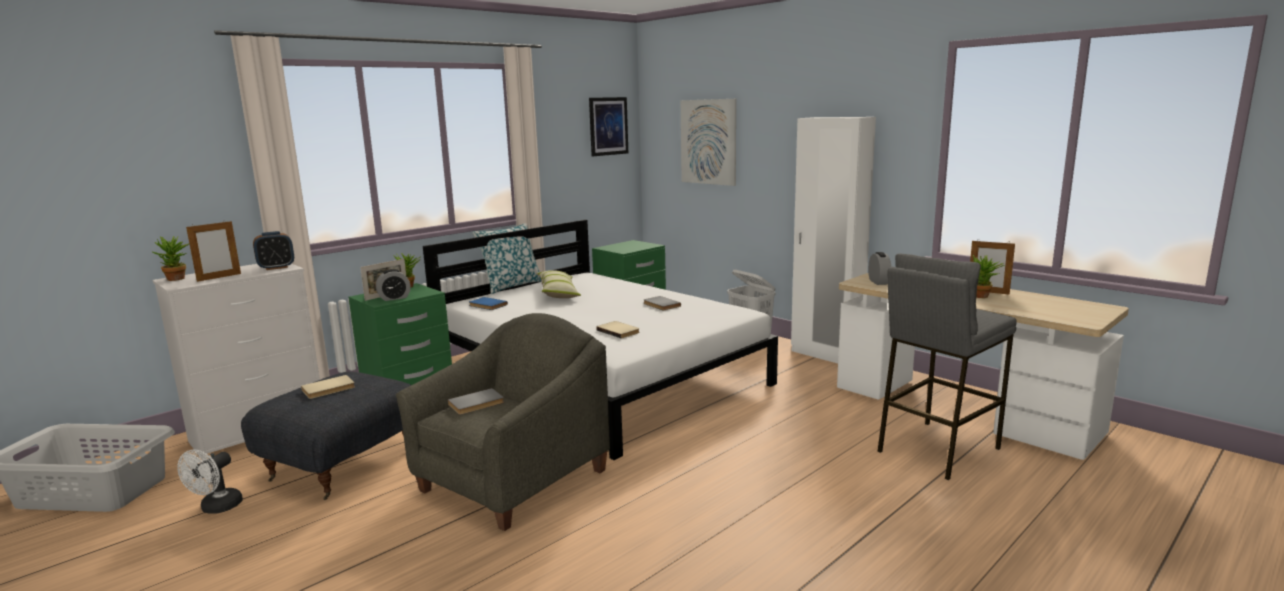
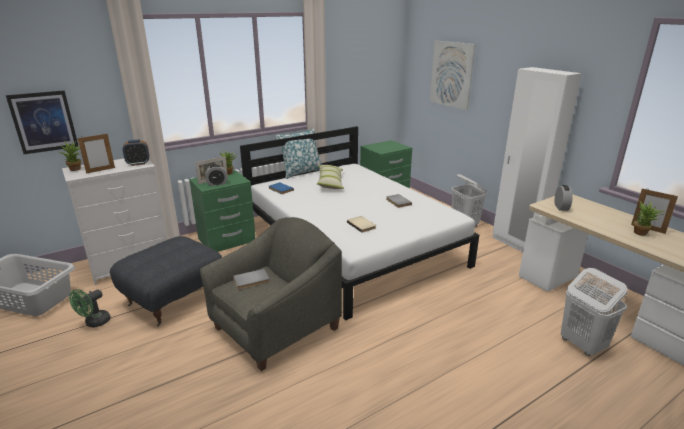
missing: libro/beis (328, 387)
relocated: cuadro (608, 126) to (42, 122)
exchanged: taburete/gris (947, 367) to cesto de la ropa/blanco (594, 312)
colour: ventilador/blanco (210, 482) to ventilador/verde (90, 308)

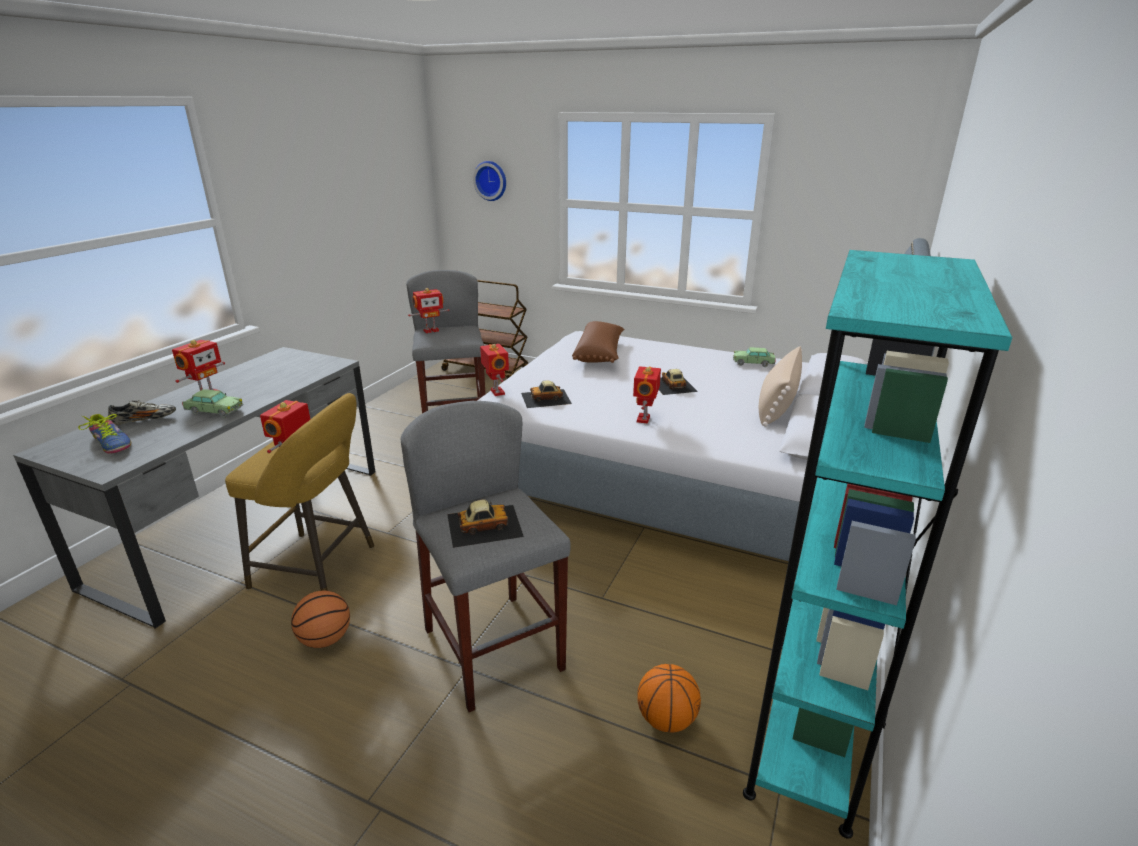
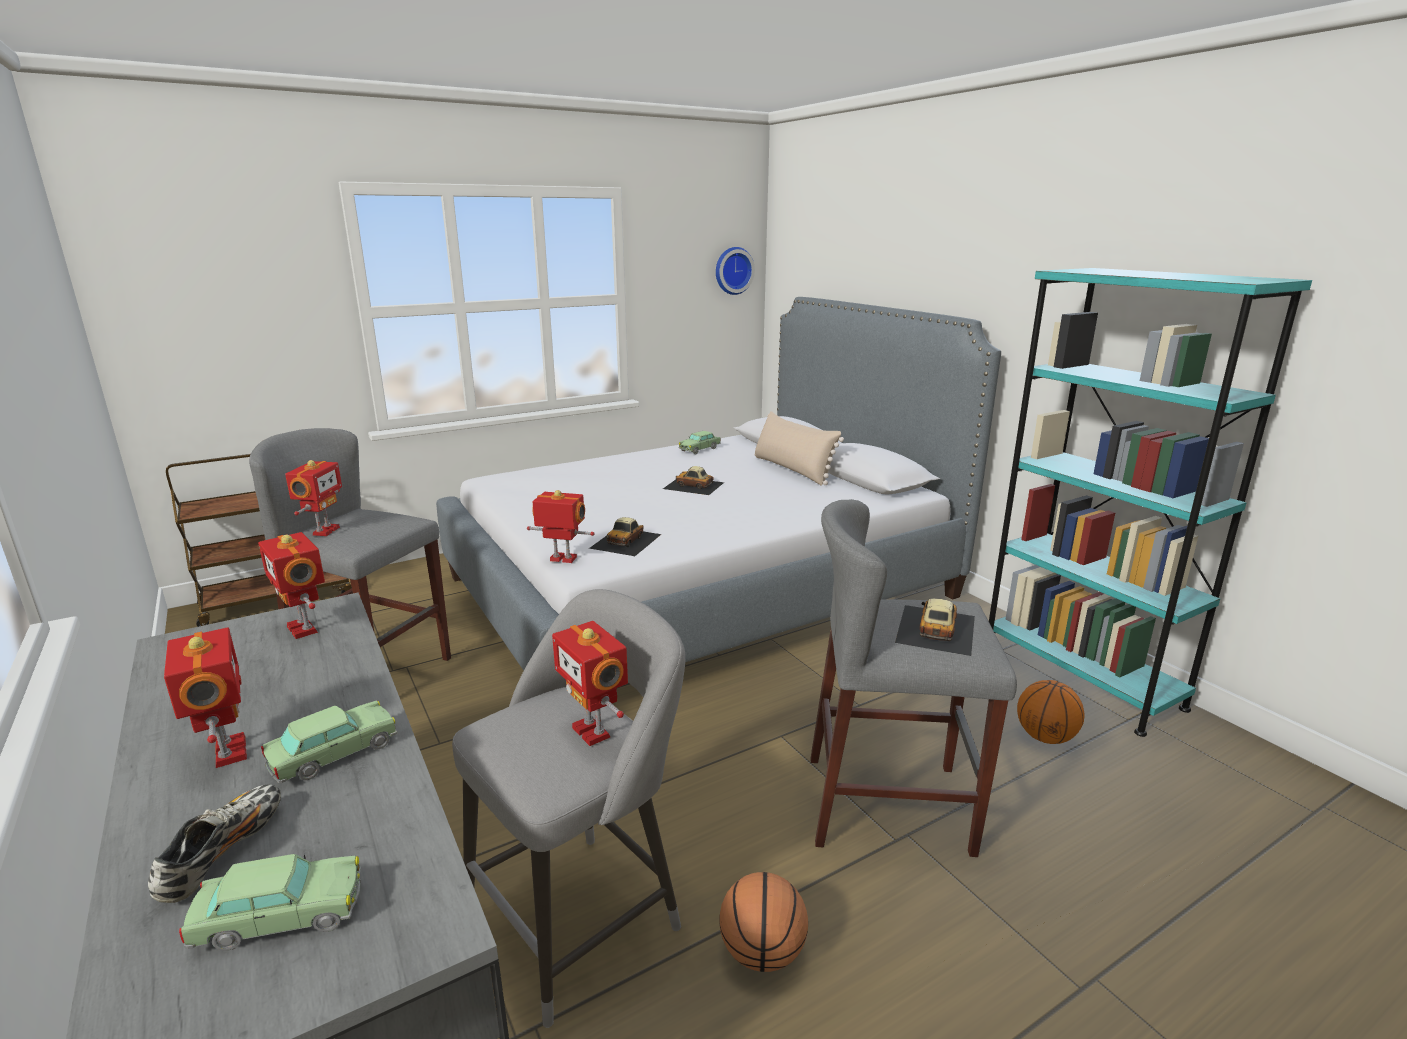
missing: cojín/marrón (598, 342)
relocated: reloj de pared (489, 181) to (735, 271); robot de juguete (647, 395) to (291, 585)
exchanged: zapato (104, 434) to coche de juguete (270, 902)
colour: taburete/amarillo (299, 492) to taburete/gris (568, 808)

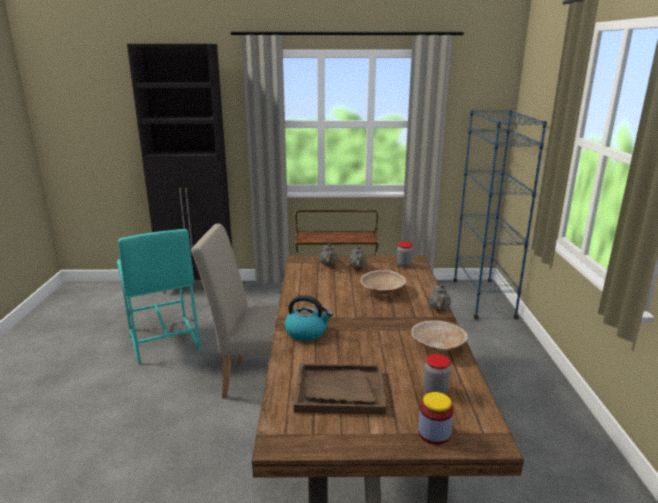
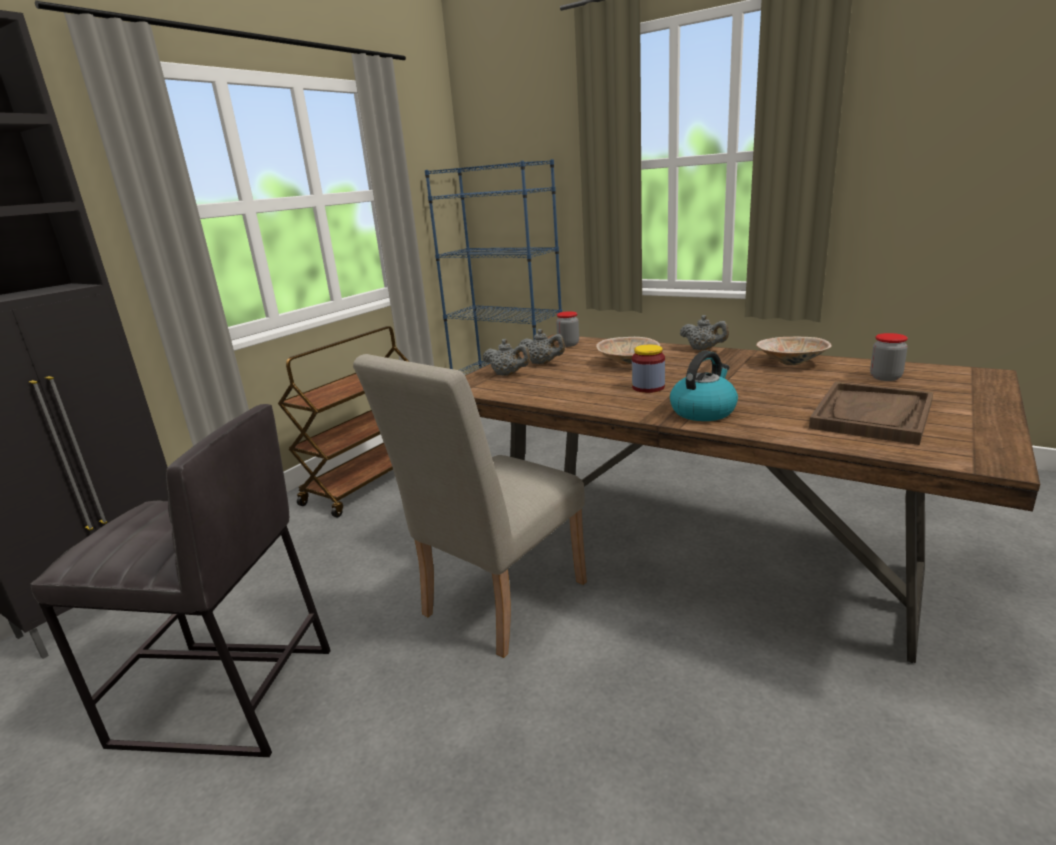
relocated: tarro (435, 418) to (648, 369)
colour: taburete/turquesa (159, 297) to taburete/gris (180, 580)

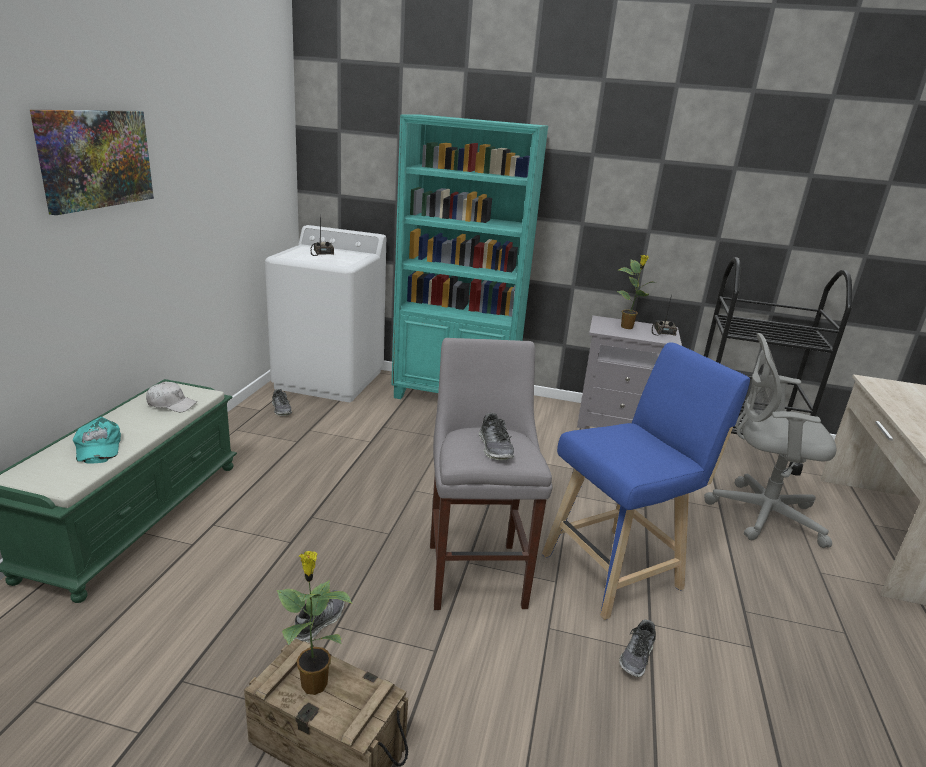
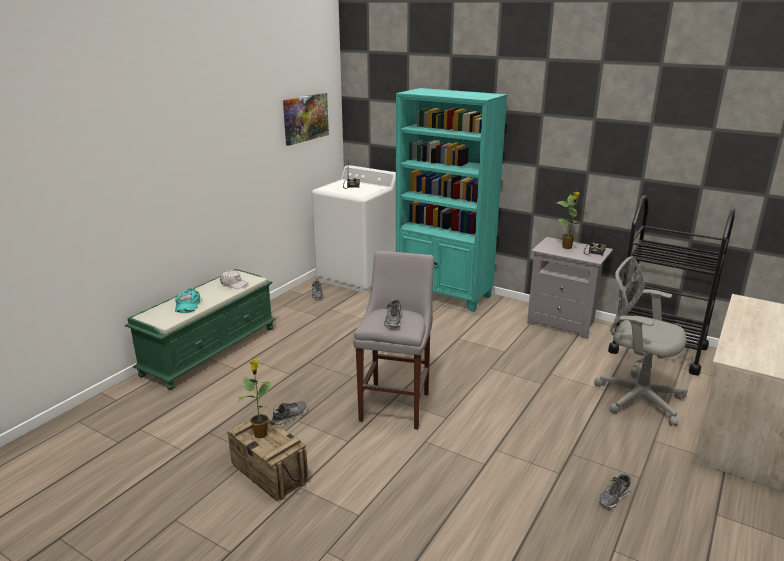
missing: taburete/azul (646, 481)
relocated: cuadro (92, 162) to (306, 119); zapato (637, 648) to (615, 490)

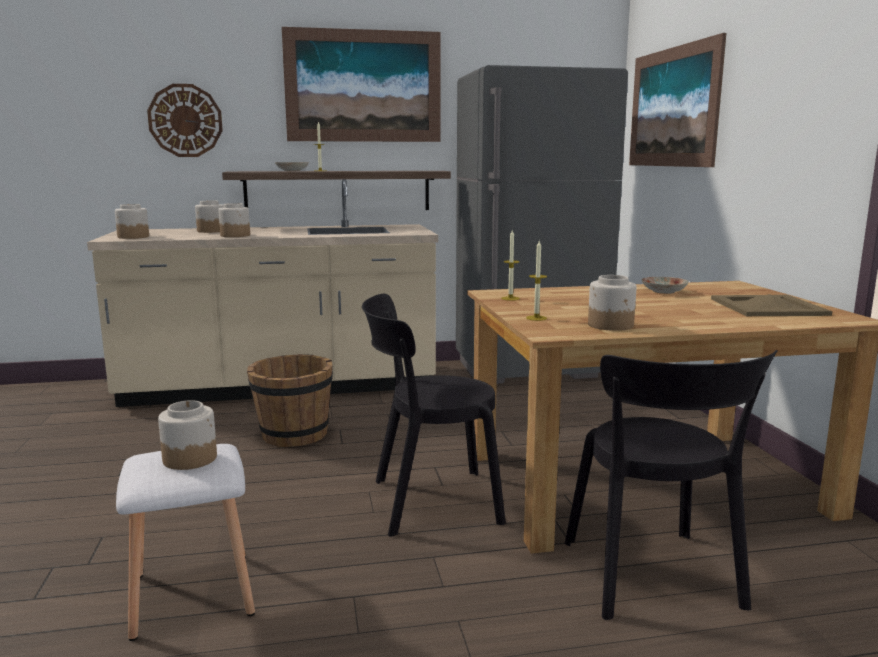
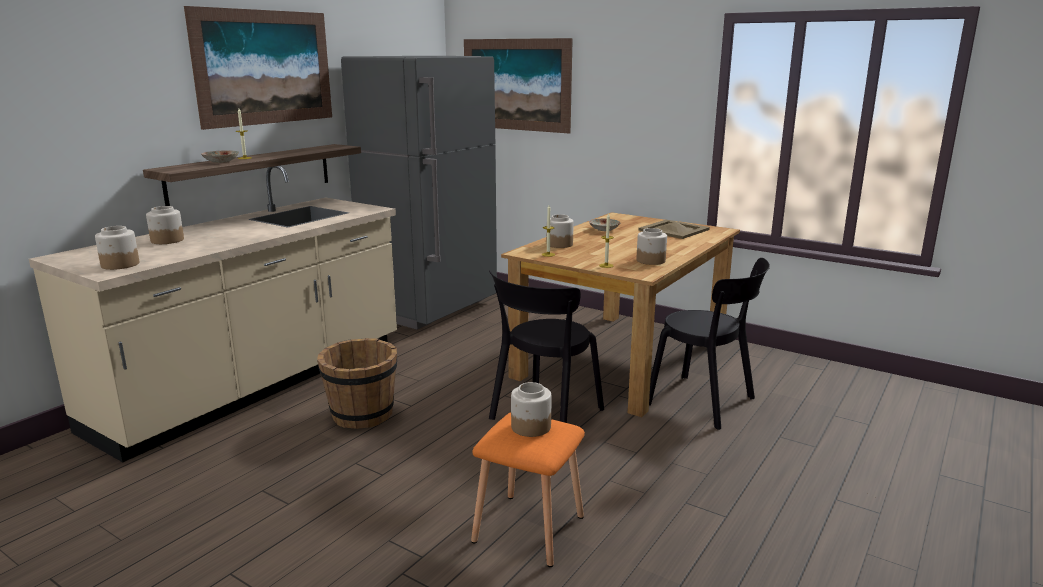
missing: reloj de pared (185, 120)
relocated: tarro (234, 220) to (560, 231)
colour: taburete/blanco (185, 542) to taburete/naranja (528, 489)

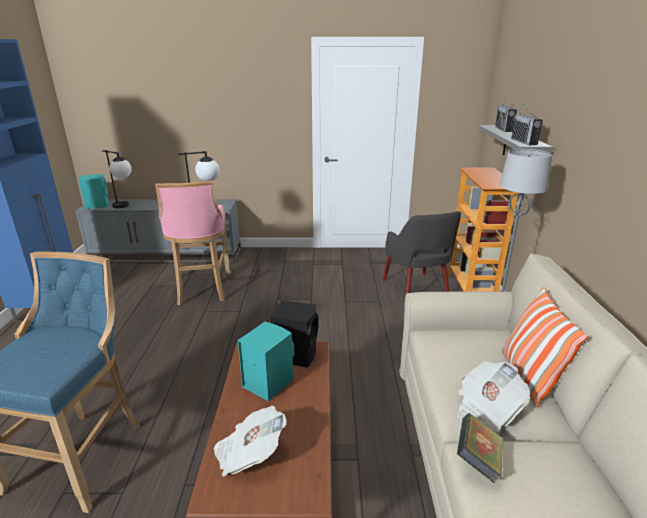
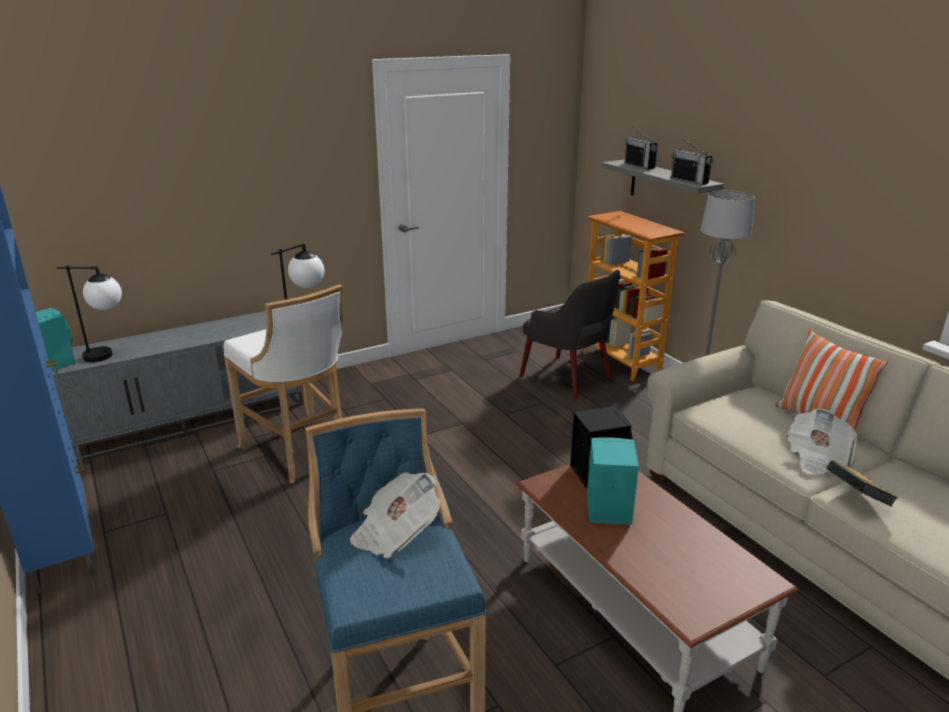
relocated: periódico (250, 441) to (395, 515)
colour: taburete/rosa (193, 243) to taburete/blanco (283, 383)

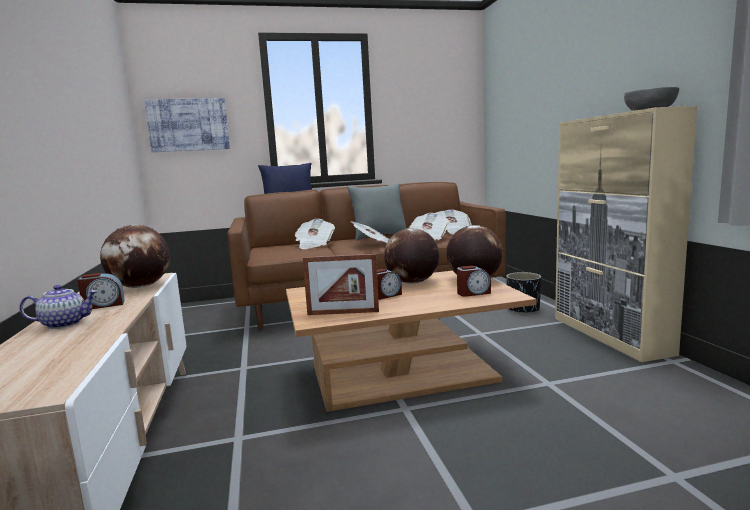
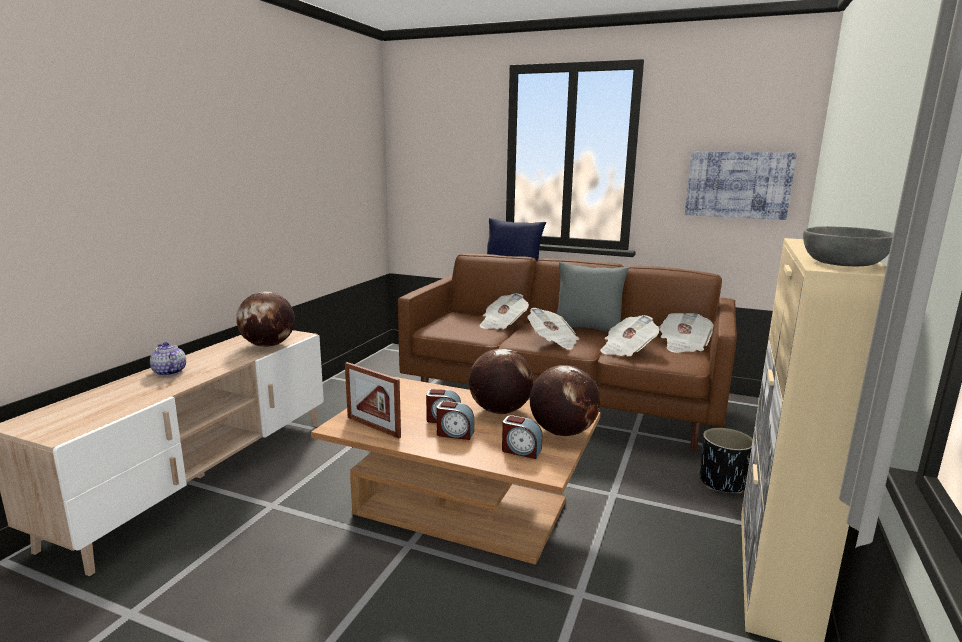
relocated: despertador (101, 291) to (455, 420); cuadro (187, 125) to (741, 186)
spun: tetera (58, 307) = (168, 359) 150 degrees counterclockwise

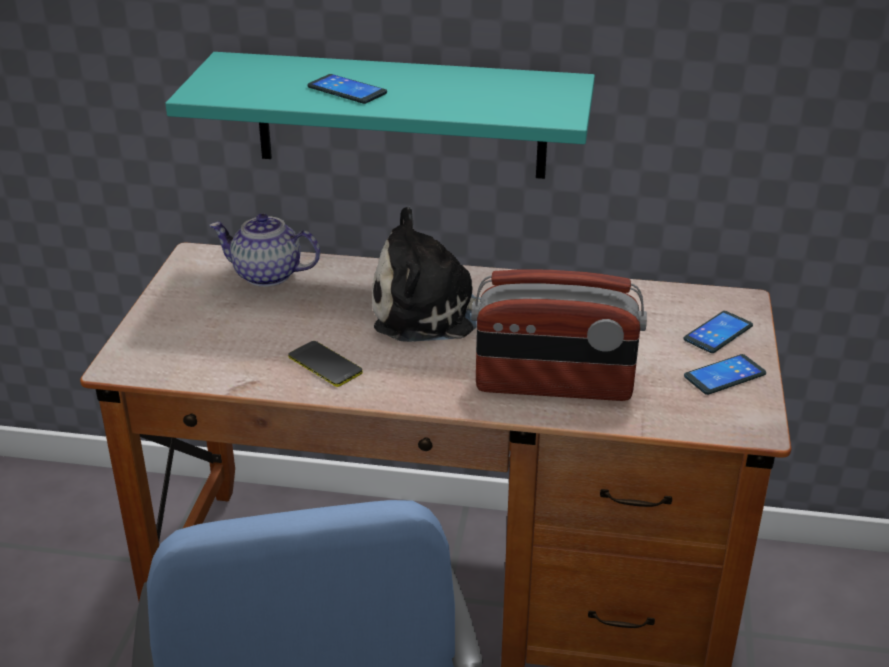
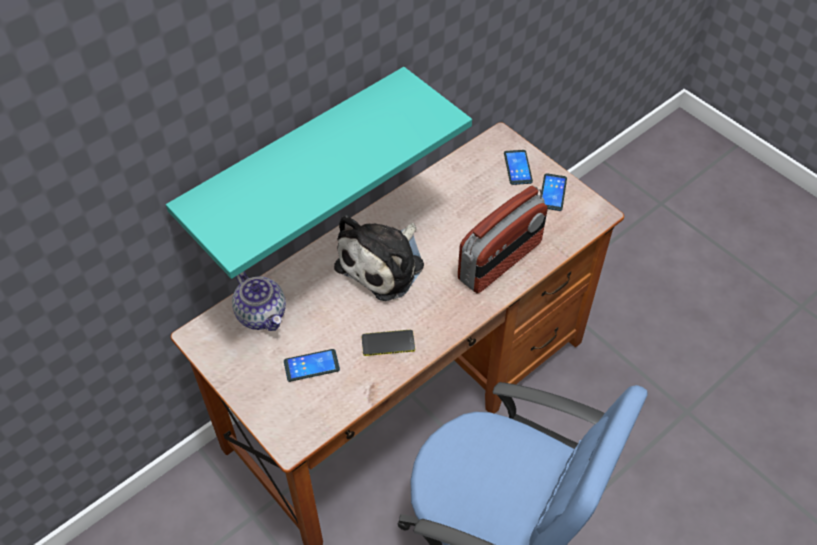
relocated: móvil (347, 89) to (312, 365)
spun: tetera (264, 250) = (259, 301) 90 degrees counterclockwise

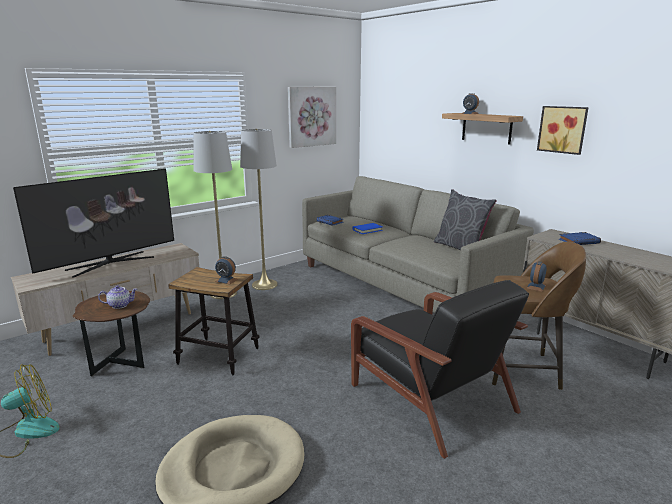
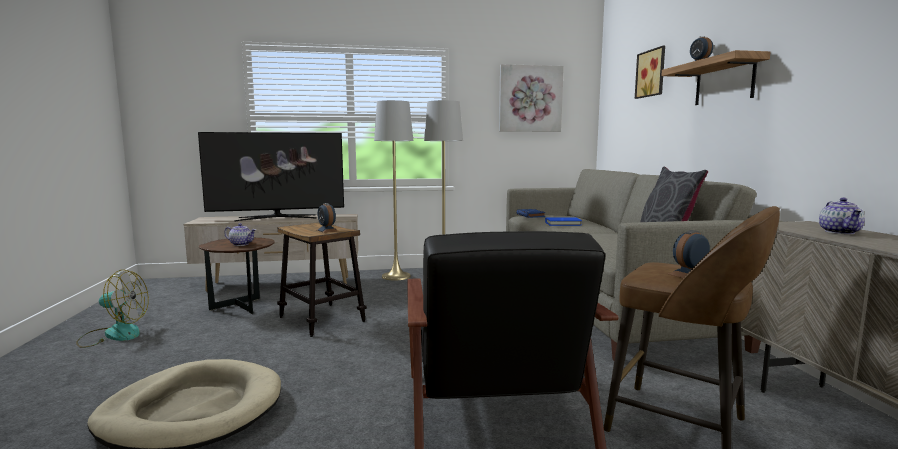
relocated: cuadro (563, 130) to (650, 72)
exchanged: libro/azul (580, 238) to tetera (842, 216)

